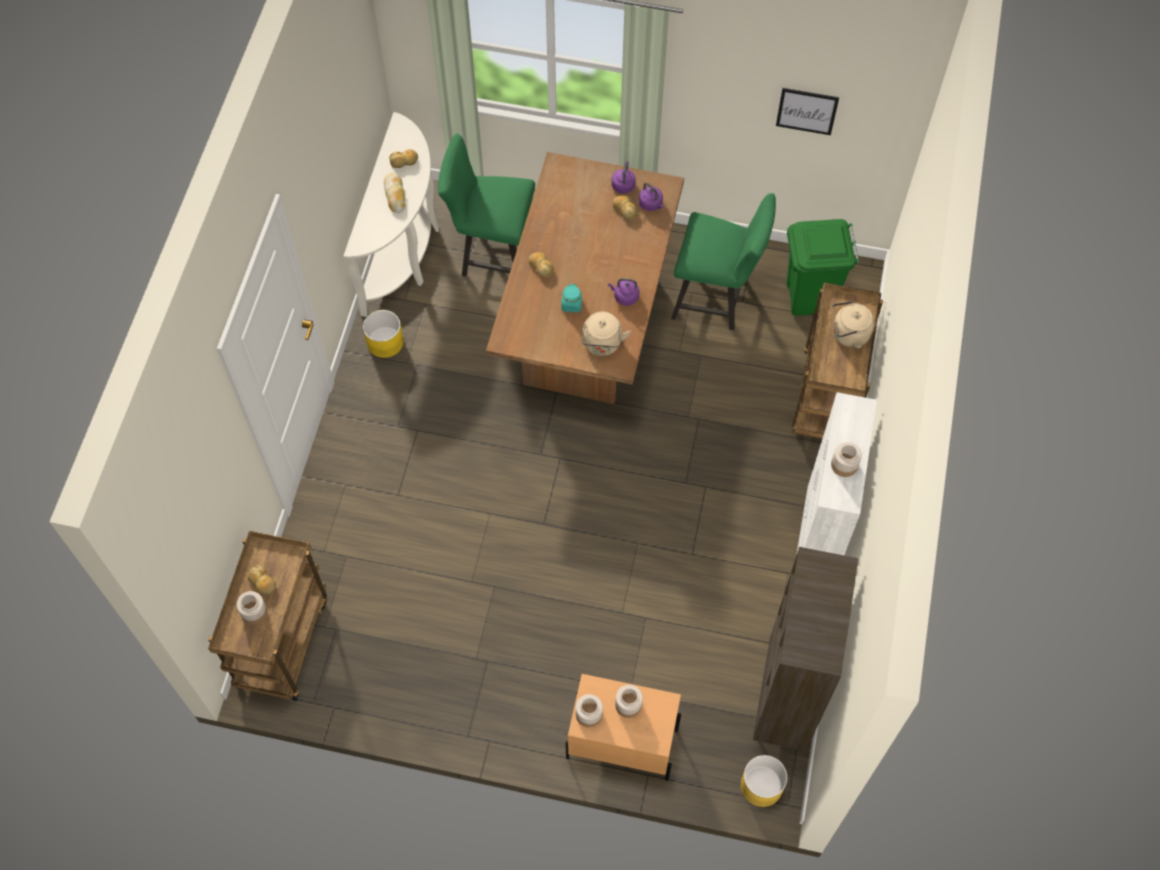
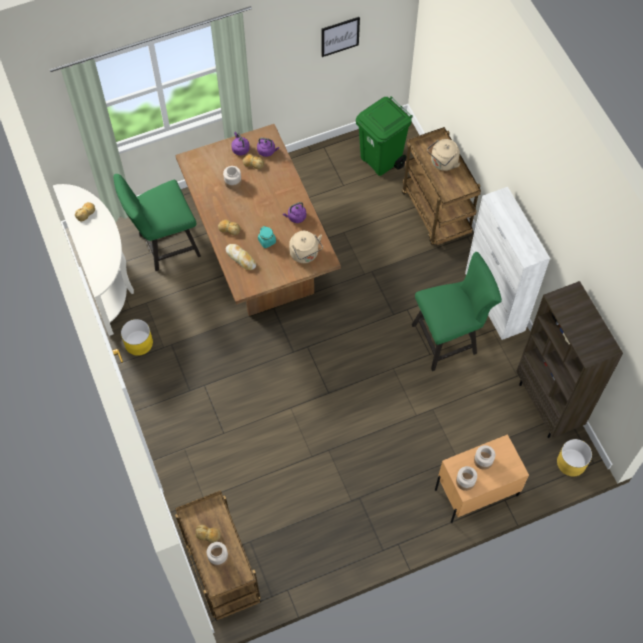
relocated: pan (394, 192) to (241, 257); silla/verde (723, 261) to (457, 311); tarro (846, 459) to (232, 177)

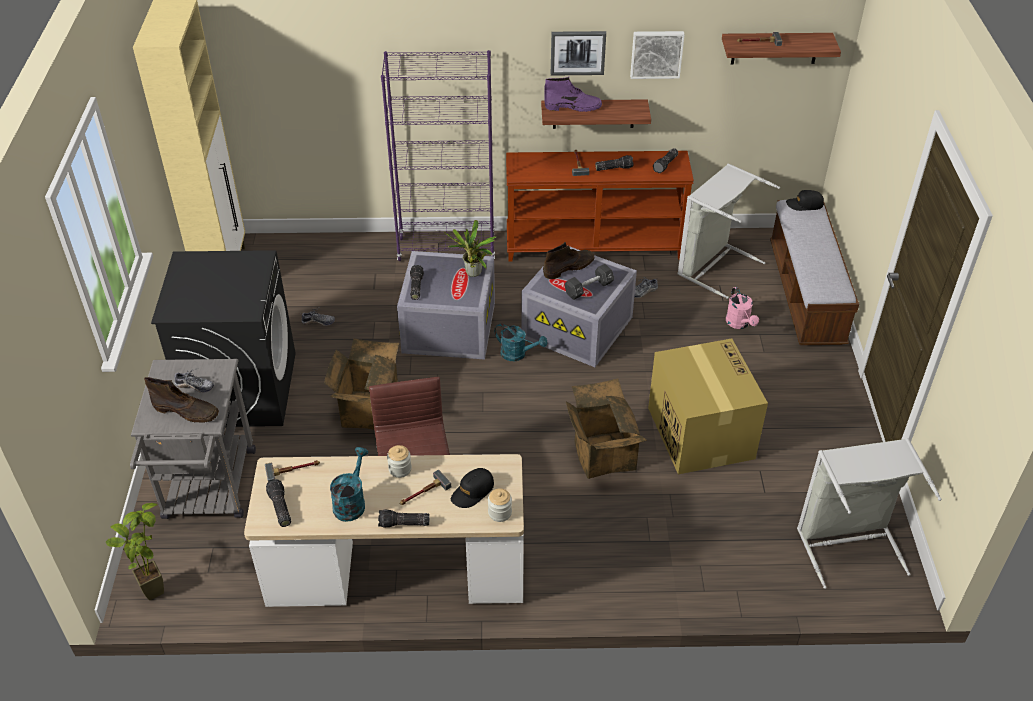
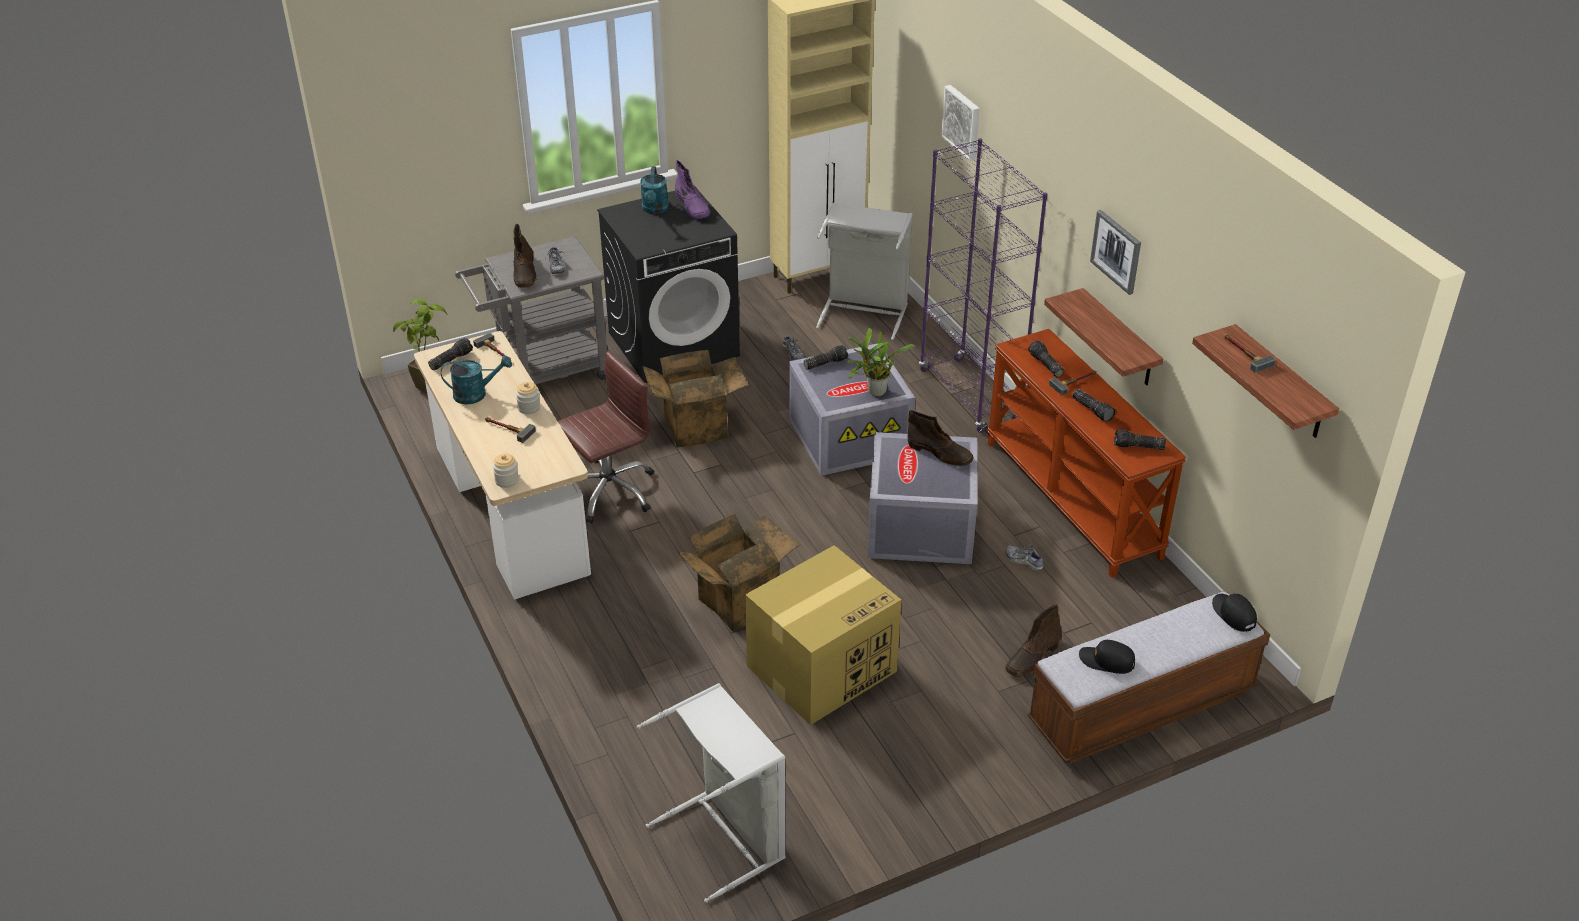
missing: mancuerna/negro (589, 282)
relocated: linterna (404, 518) to (1046, 359); gorra/negro (472, 488) to (1107, 657); regadera/turquesa (520, 342) to (654, 190); bota/morado (573, 94) to (692, 189); cuadro (657, 55) to (960, 123); cesto de la ropa/gris (728, 231) to (864, 271)
exchanged: regadera/rosa (742, 308) to bota/marrón (1033, 640)

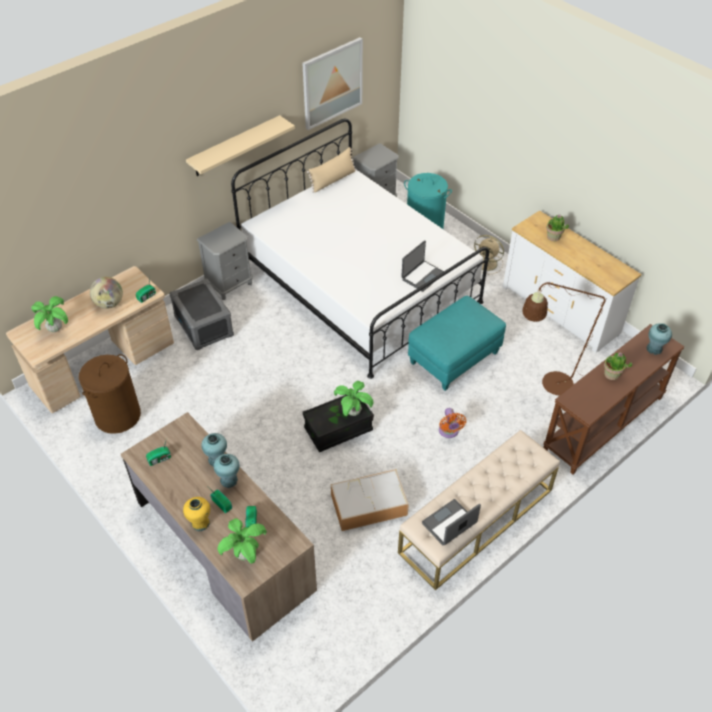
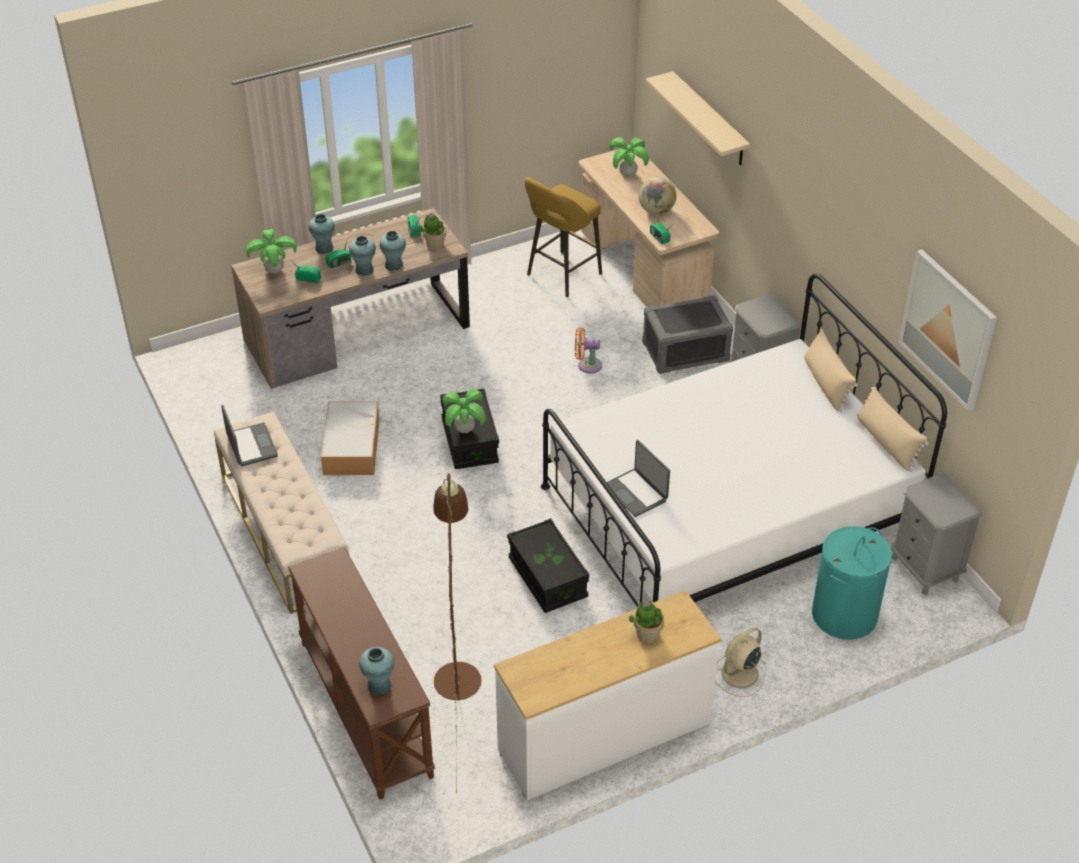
appeared: cojín/beis (831, 370)
relocated: estante/beis (240, 145) to (697, 118); ventilador/naranja (452, 423) to (588, 350); planta en maceta (618, 366) to (432, 231)
exchanged: cesto de la ropa/marrón (110, 394) to taburete/amarillo (563, 237); puf/turquesa (457, 343) to caja de almacenaje/negro (548, 565)
colour: florero/amarillo (196, 514) to florero/turquesa (322, 234)

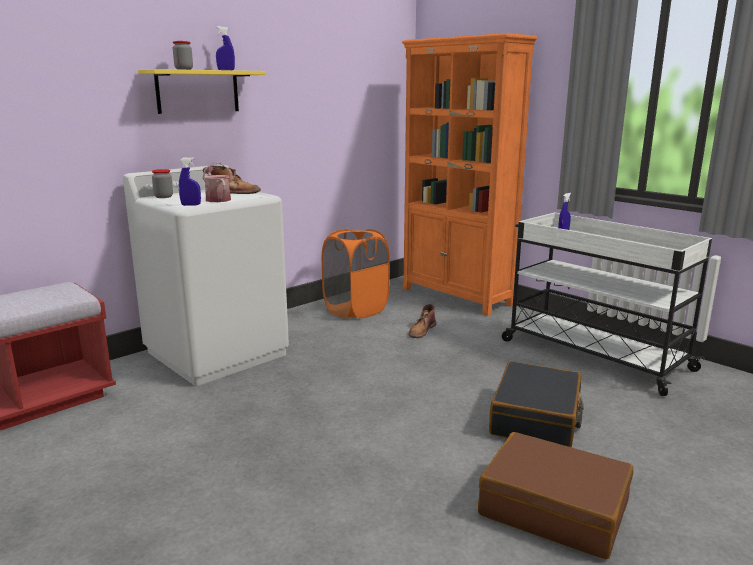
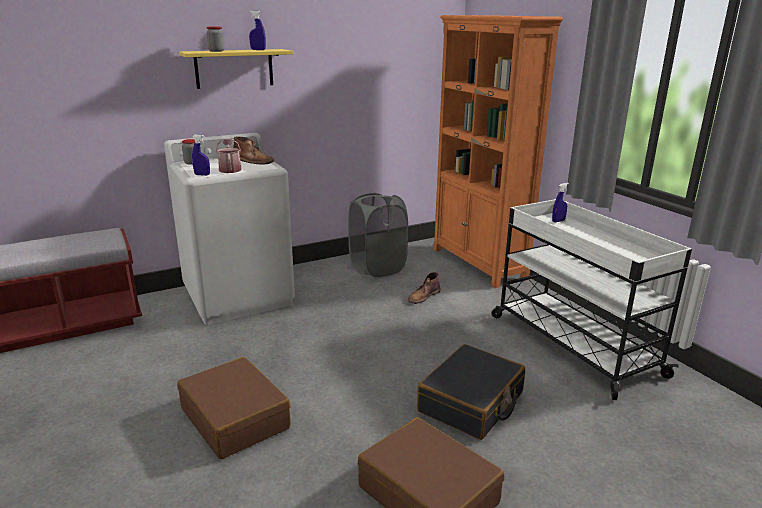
appeared: maleta/marrón (234, 408)
colour: cesto de la ropa/naranja (356, 273) to cesto de la ropa/gris (378, 235)

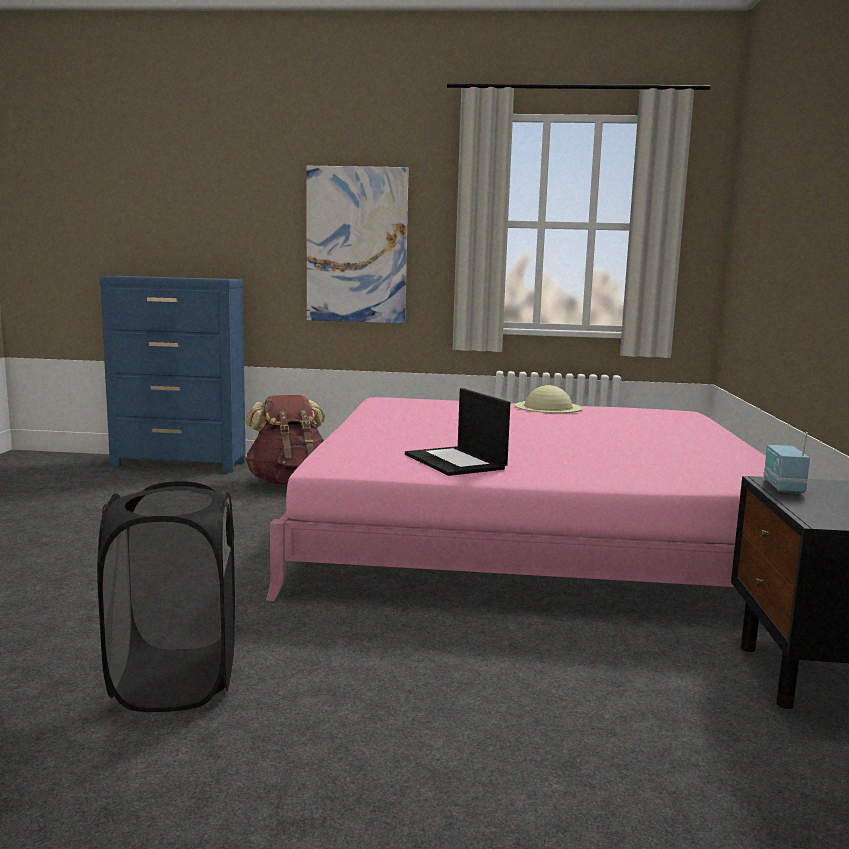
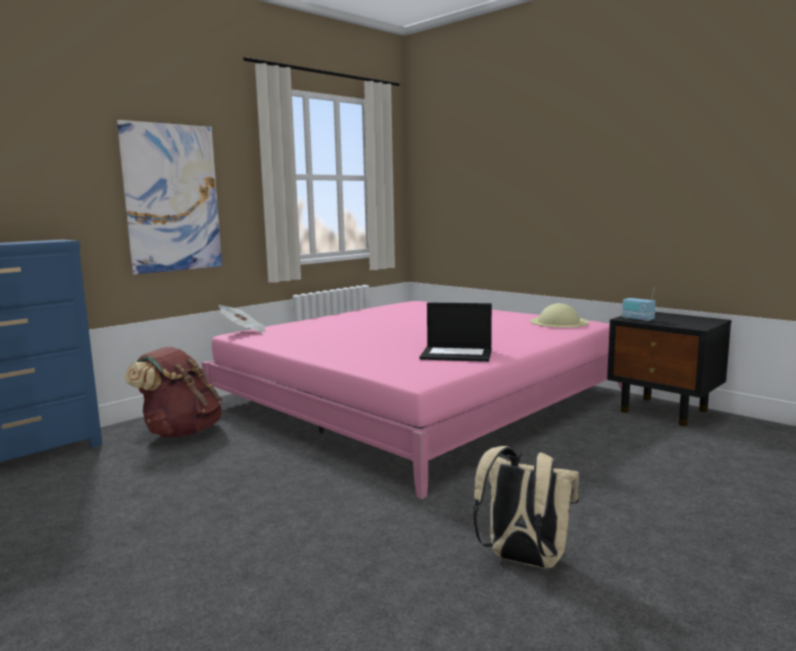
appeared: periódico (242, 319)
relocated: sombrero/beis (548, 399) to (559, 315)
exchanged: cesto de la ropa/negro (166, 596) to mochila/beis (526, 507)

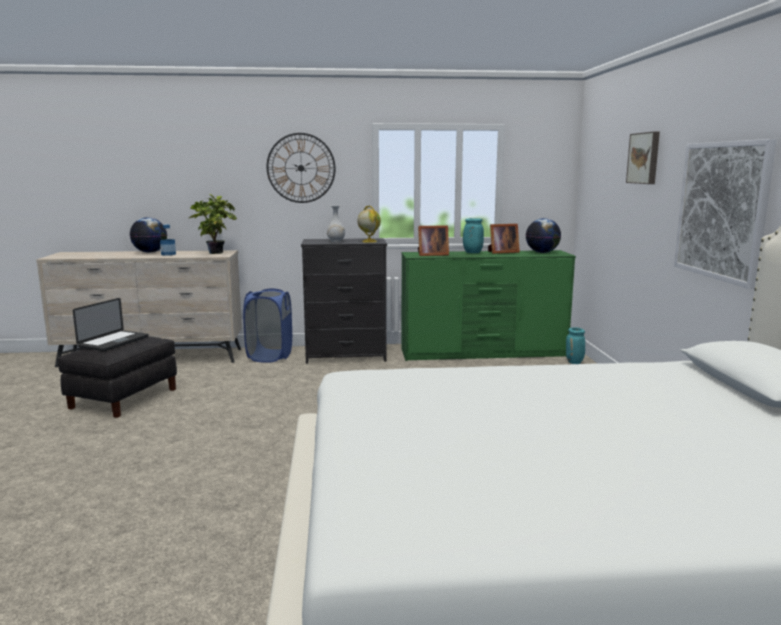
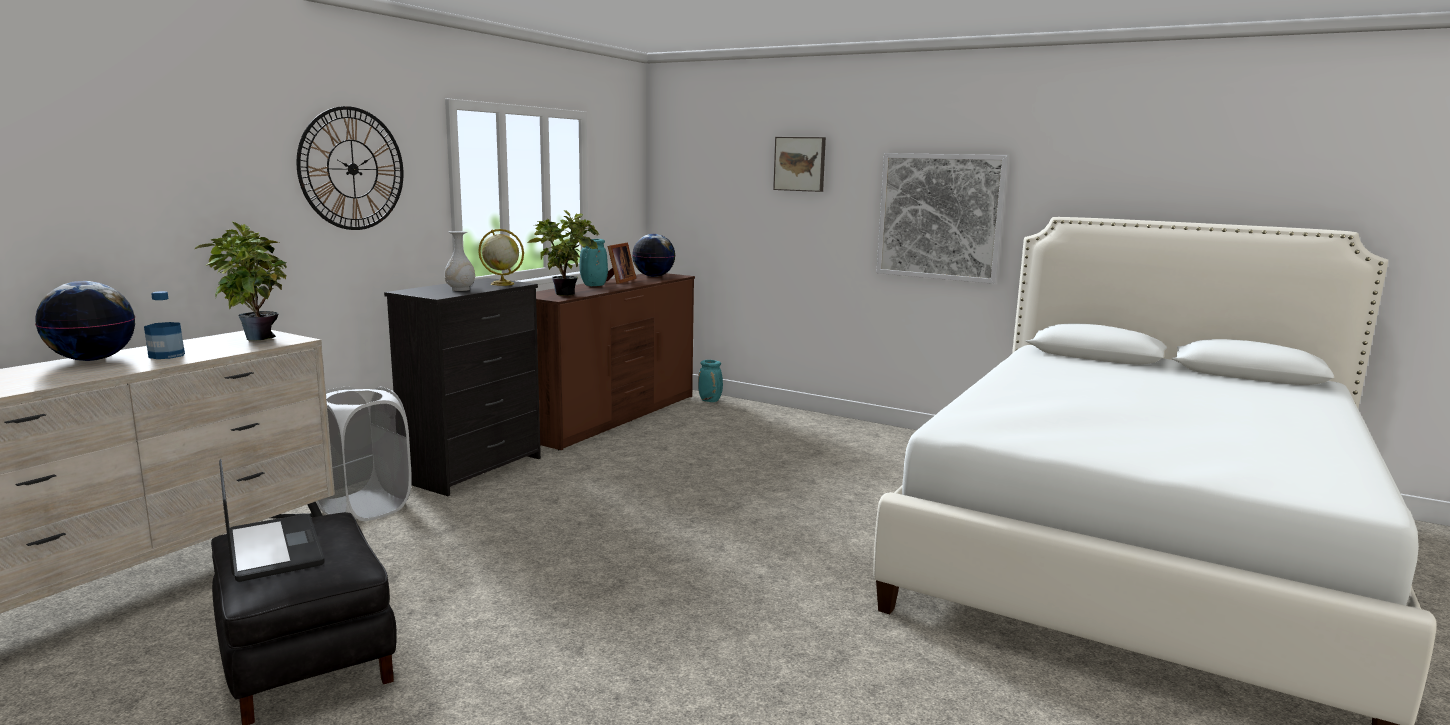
exchanged: portarretratos (433, 240) to planta en maceta (563, 253)
colour: cesto de la ropa/azul (267, 326) to cesto de la ropa/blanco (364, 453); cómoda/verde (488, 305) to cómoda/marrón (615, 361)

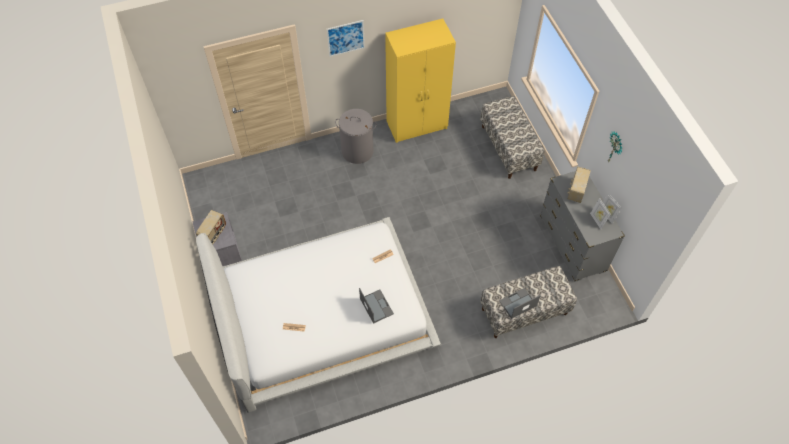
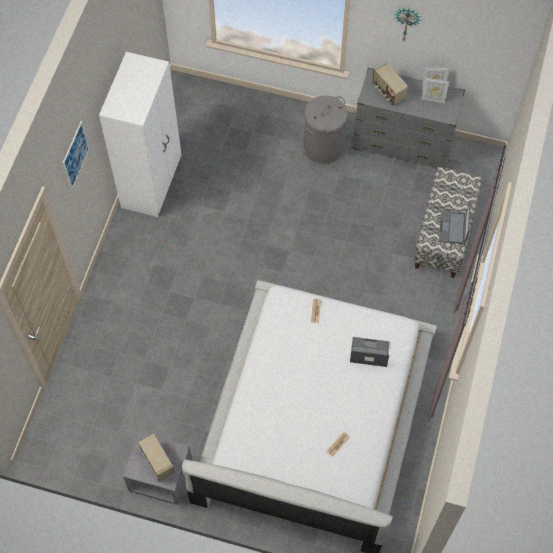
missing: banco (512, 137)
relocated: cesto de la ropa/gris (356, 136) to (325, 129)
colour: armario ropero/amarillo (420, 81) to armario ropero/blanco (140, 134)

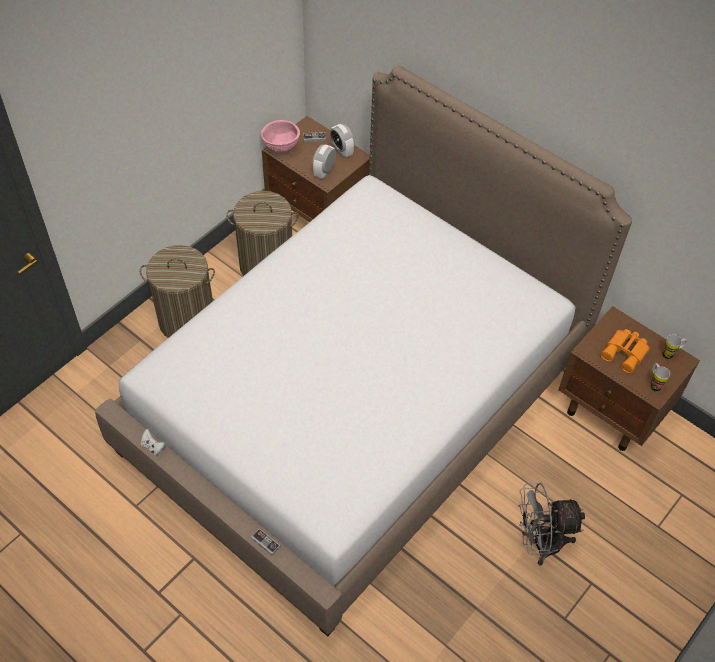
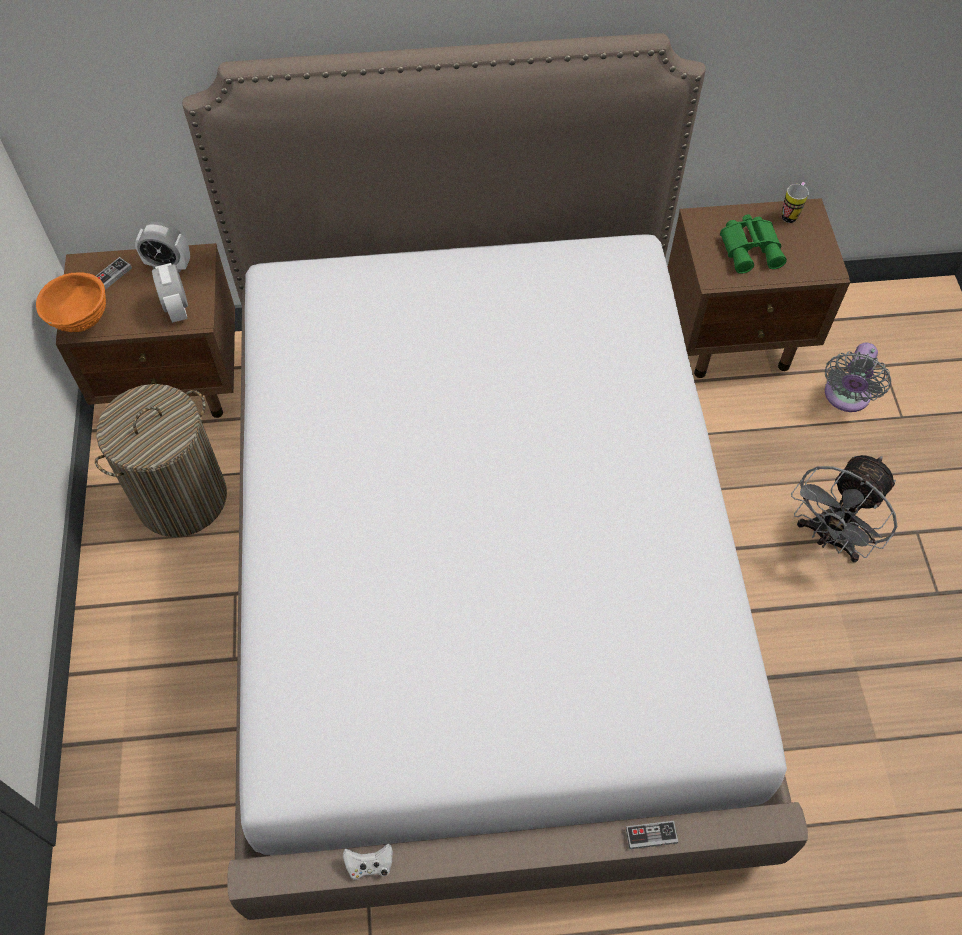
missing: cesto de la ropa (177, 291); taza grande (660, 377)
appeared: ventilador/gris (858, 377)
colour: cuenco/rosa (280, 136) to cuenco/naranja (71, 302); prismáticos/naranja (625, 351) to prismáticos/verde (753, 244)

